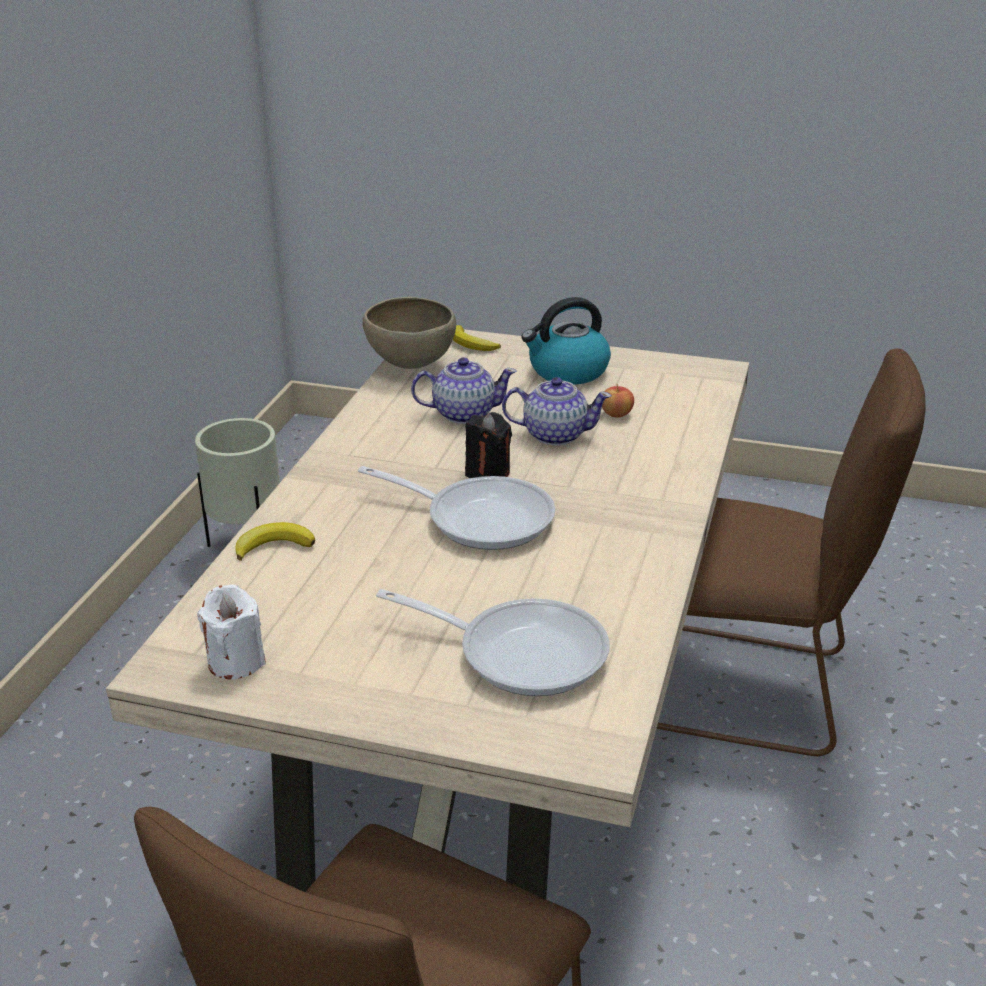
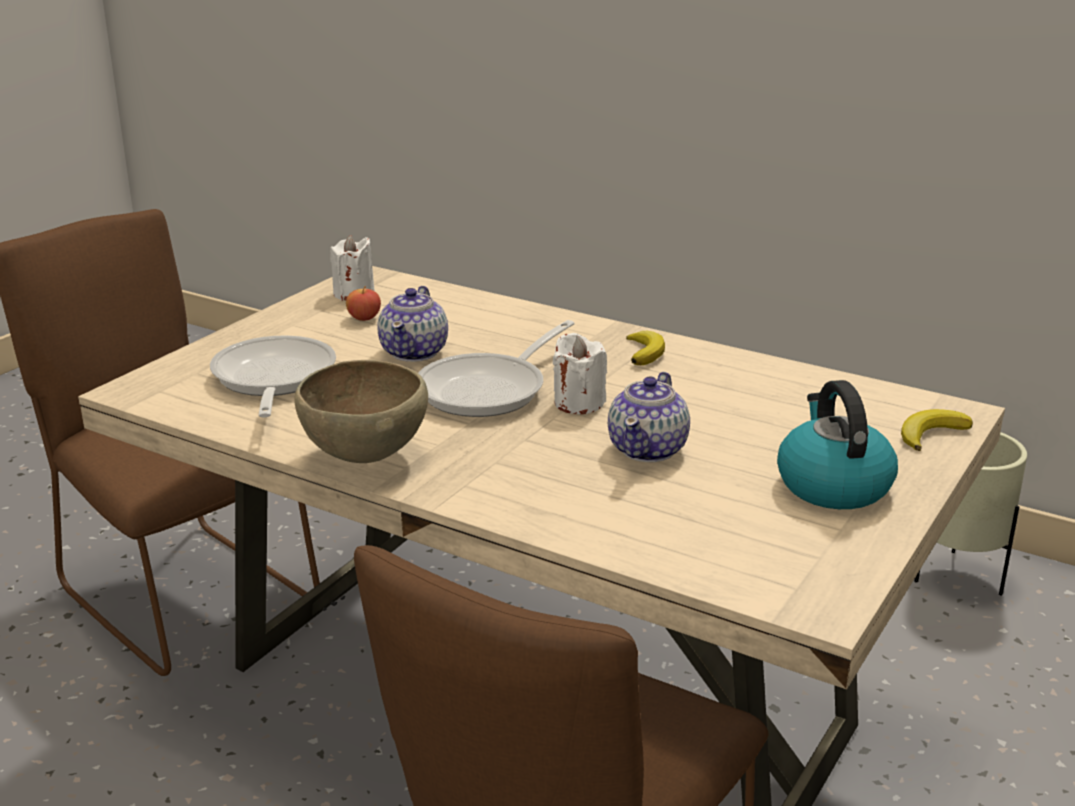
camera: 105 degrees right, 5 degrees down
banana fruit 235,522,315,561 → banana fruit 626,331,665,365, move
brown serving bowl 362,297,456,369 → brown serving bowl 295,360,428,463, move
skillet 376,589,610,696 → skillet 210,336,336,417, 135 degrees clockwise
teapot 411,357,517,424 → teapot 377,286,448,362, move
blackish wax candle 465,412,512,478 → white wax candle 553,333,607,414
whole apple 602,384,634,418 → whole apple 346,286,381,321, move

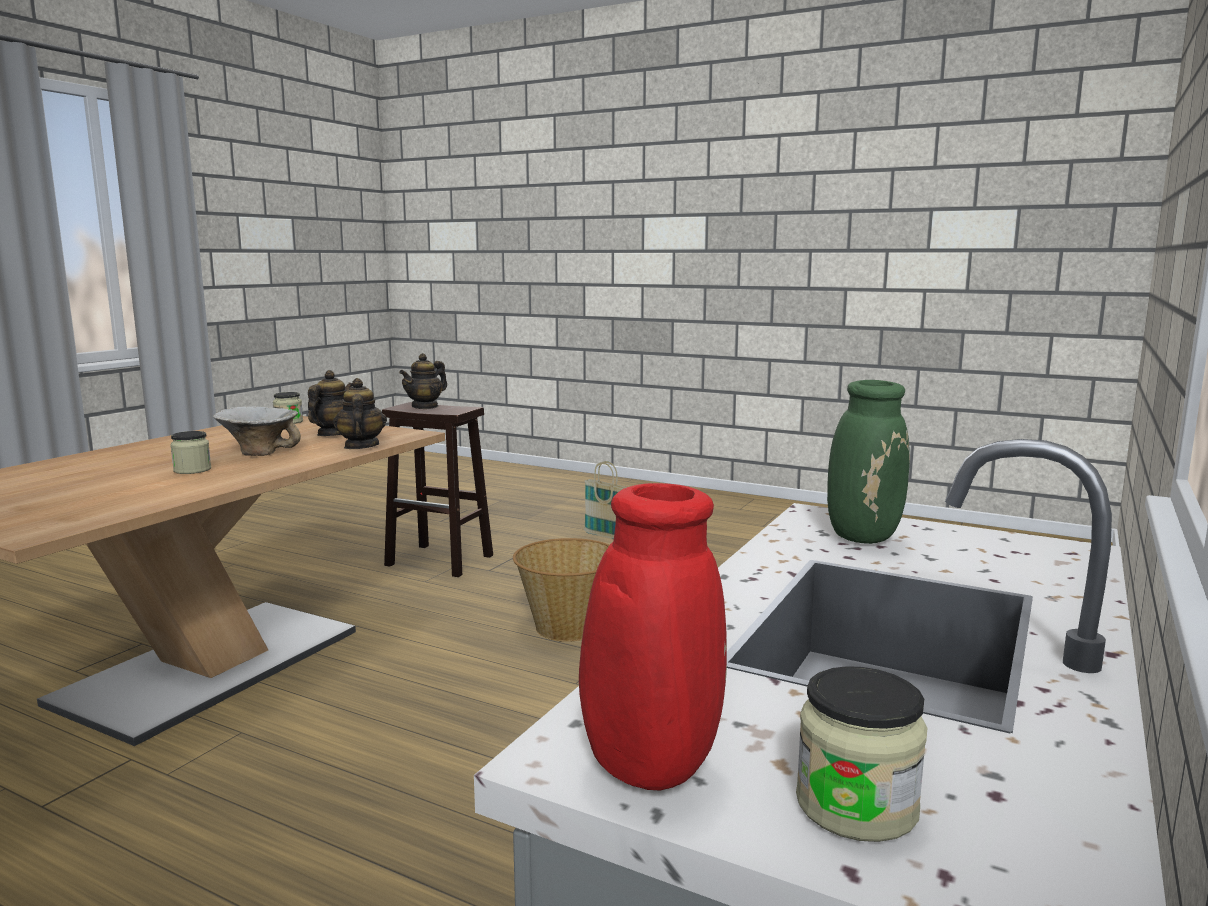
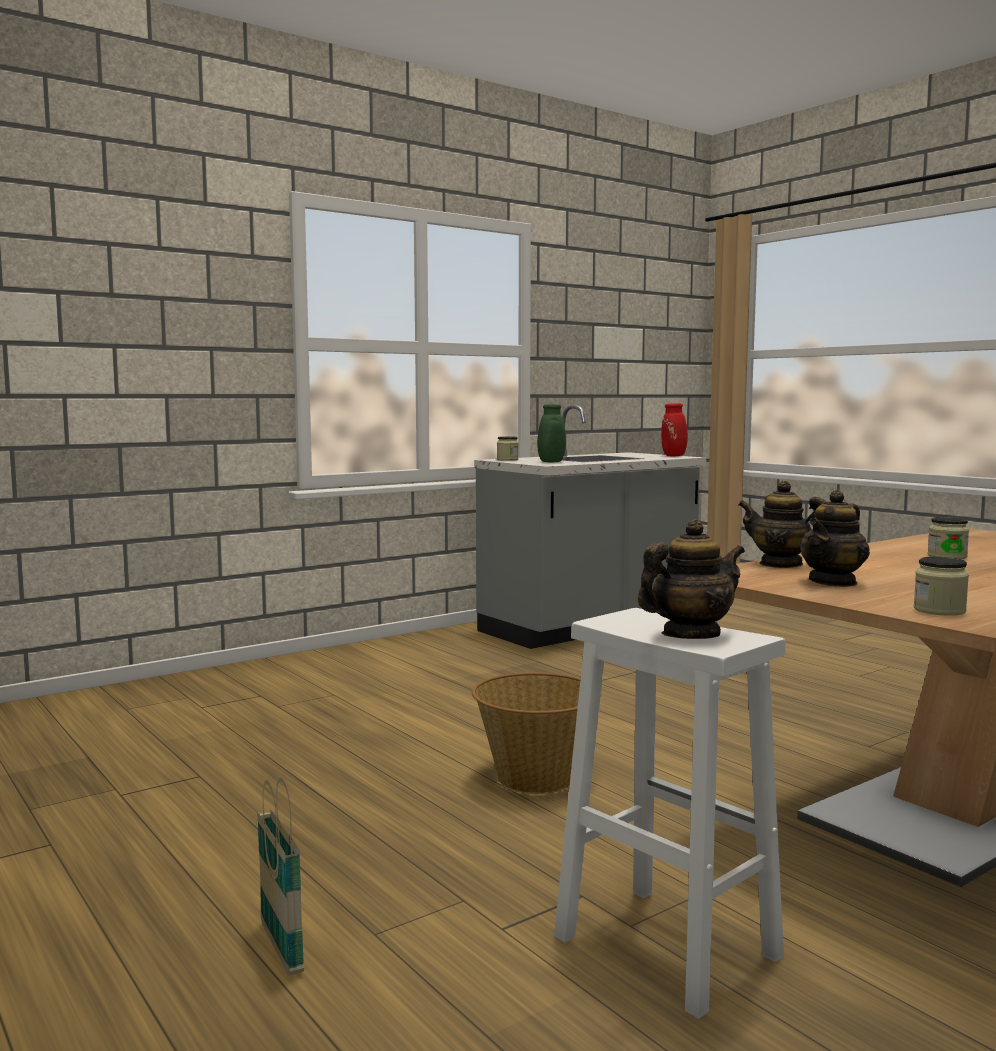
camera: 155 degrees left, 5 degrees down
serving bowl 213,406,301,456 → -
teapot 333,378,387,449 → teapot 738,481,826,568, 105 degrees clockwise
brown stool 382,402,493,577 → white stool 554,608,786,1019
preserve jar 796,666,927,842 → preserve jar 497,436,519,461, move

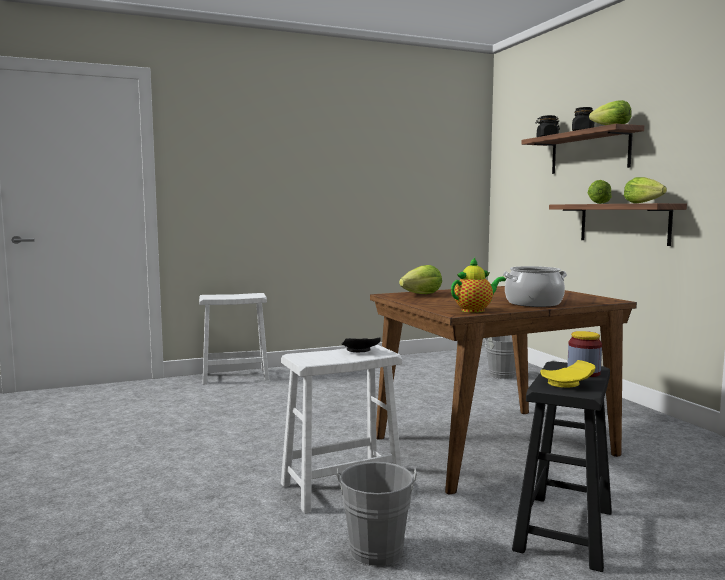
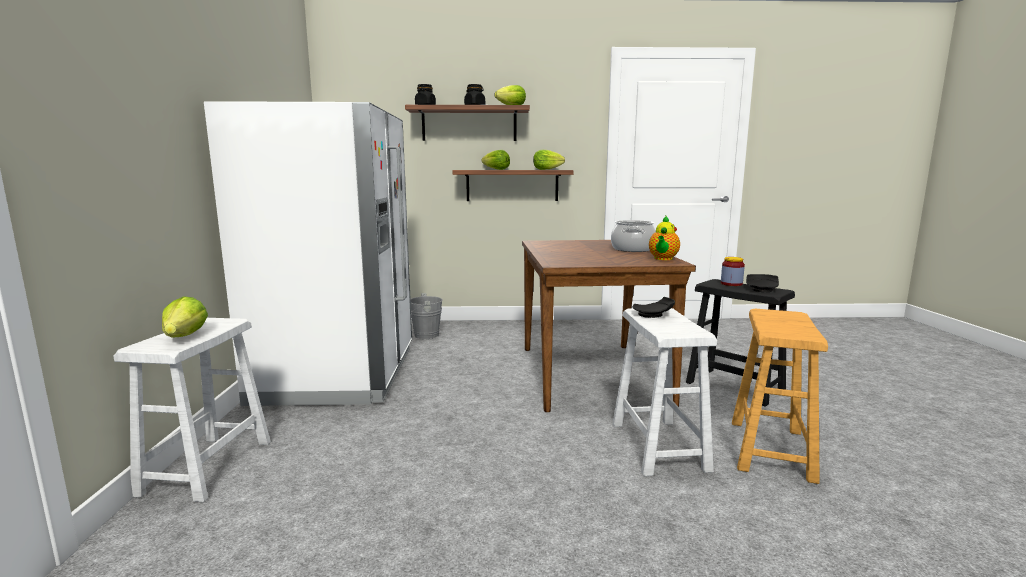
camera: 70 degrees left, 5 degrees up
gray water bucket 336,462,417,567 → brown stool 732,309,828,484
lettuce head 399,265,442,294 → lettuce head 162,296,208,338, move
teapot 451,258,506,313 → teapot 649,216,680,260, 150 degrees counterclockwise
yellow flat dish 540,360,595,388 → blackish flat dish 746,274,779,292
- → white refrigerator 204,101,412,406

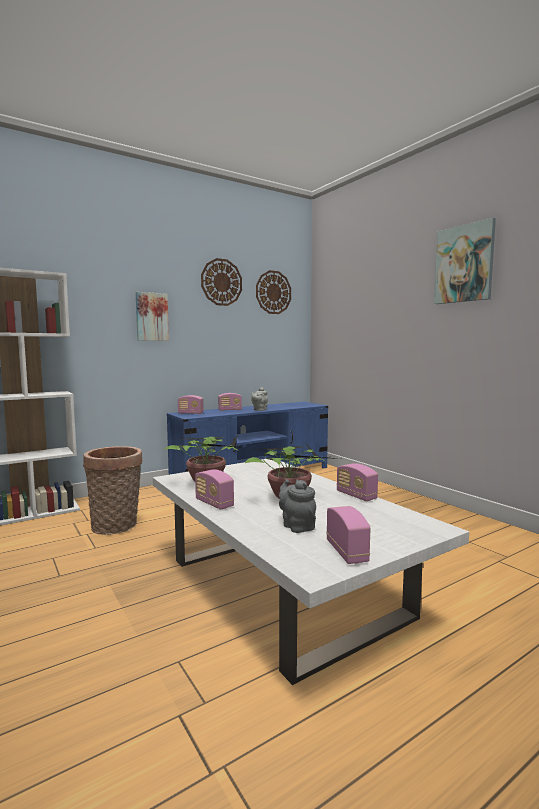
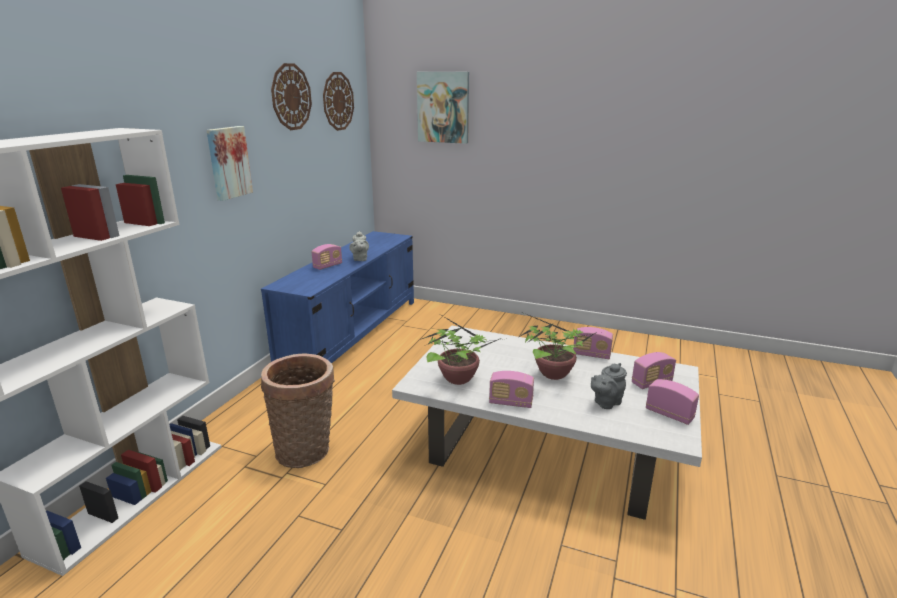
camera: 35 degrees left, 15 degrees up
radio receiver 178,395,204,414 → radio receiver 632,352,676,389, move
gray teapot 279,479,316,533 → gray teapot 591,363,627,409, 60 degrees counterclockwise
wall picture 434,218,496,304 → wall picture 417,72,469,144, move

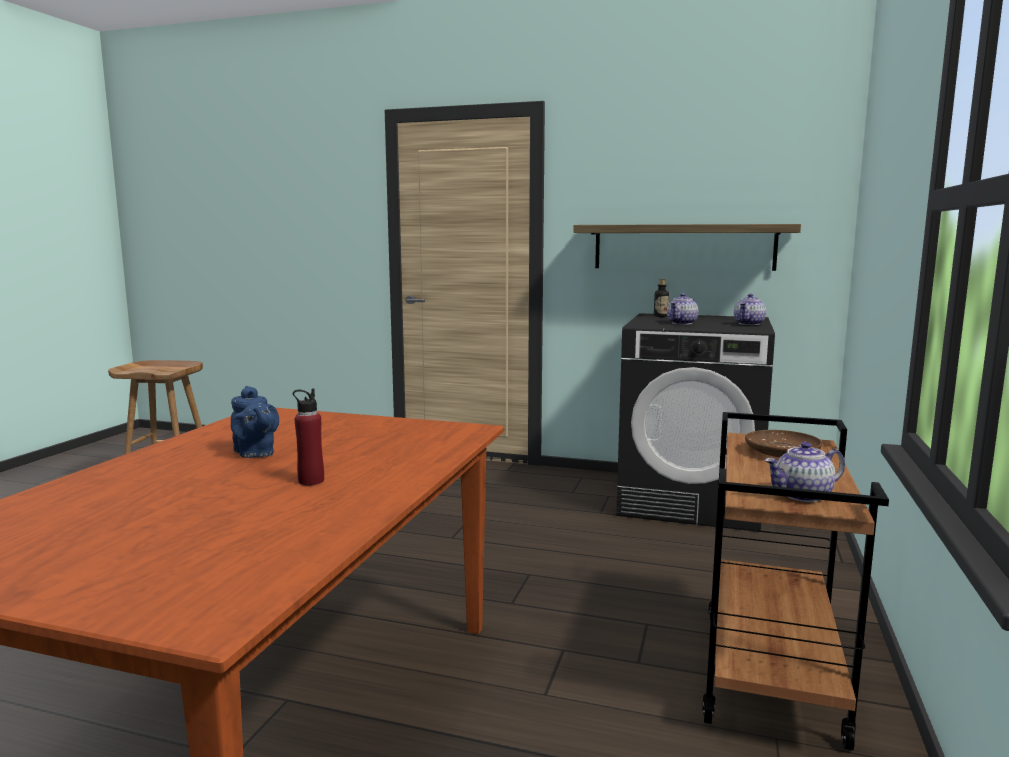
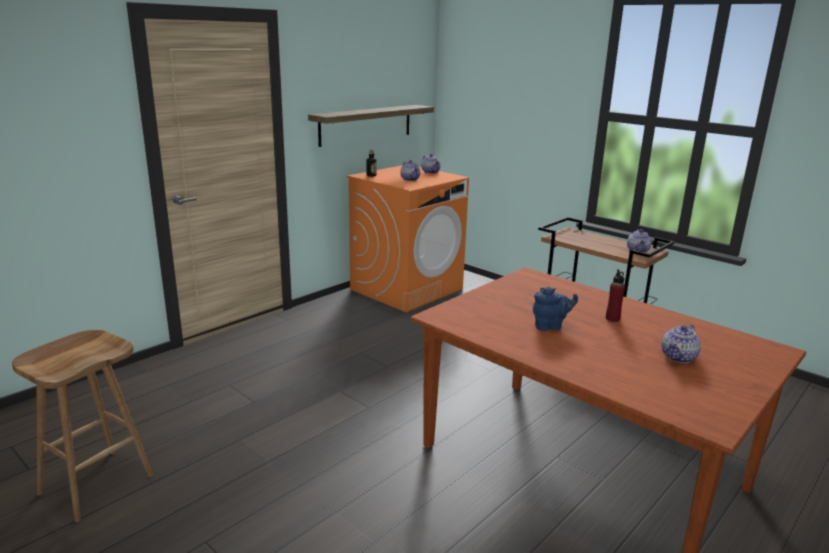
camera: 65 degrees left, 10 degrees up
blackish laundry machine 616,313,775,532 → orange-coloured laundry machine 347,165,469,312
brown flat dish 745,430,822,457 → -
- → teapot 662,324,701,363

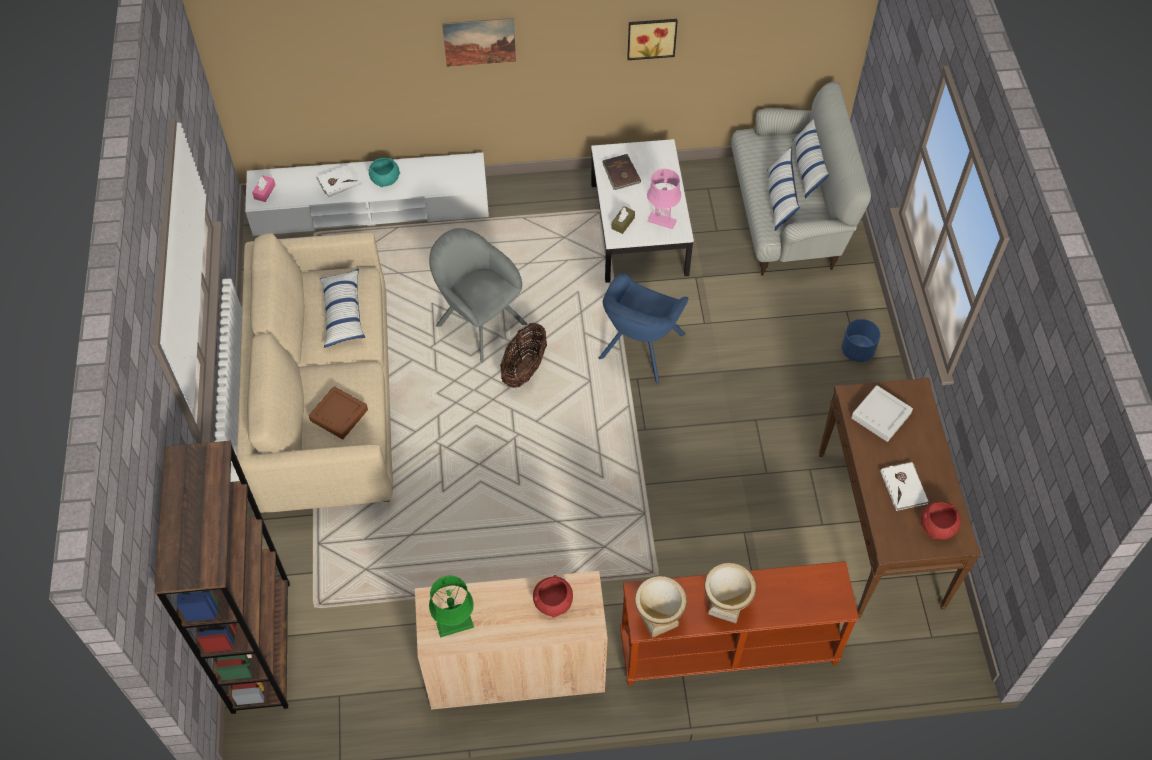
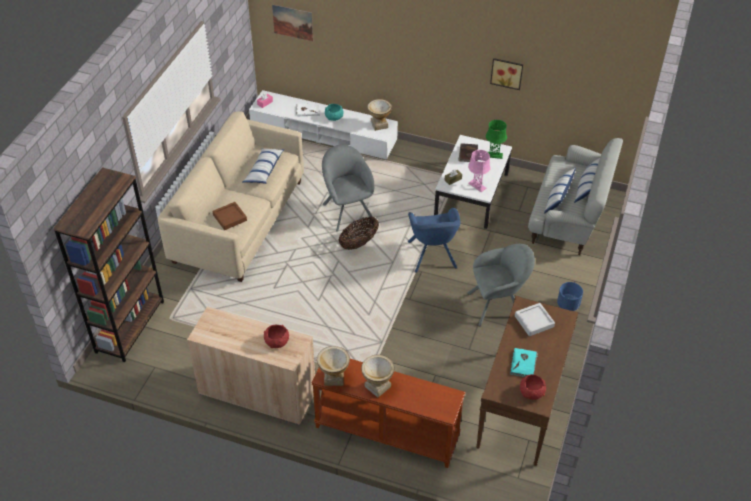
camera: 25 degrees right, 10 degrees down
green-coloured table lamp 429,575,474,638 → green-coloured table lamp 486,120,507,159, move
wall picture 442,18,516,67 → wall picture 272,4,313,42, move
bluish armchair 599,273,688,383 → bluish armchair 408,208,461,273, 60 degrees counterclockwise
white volume 880,462,929,511 → turquoise volume 511,348,538,377
- → decorative vase 367,99,392,131
- → gray armchair 467,244,535,326

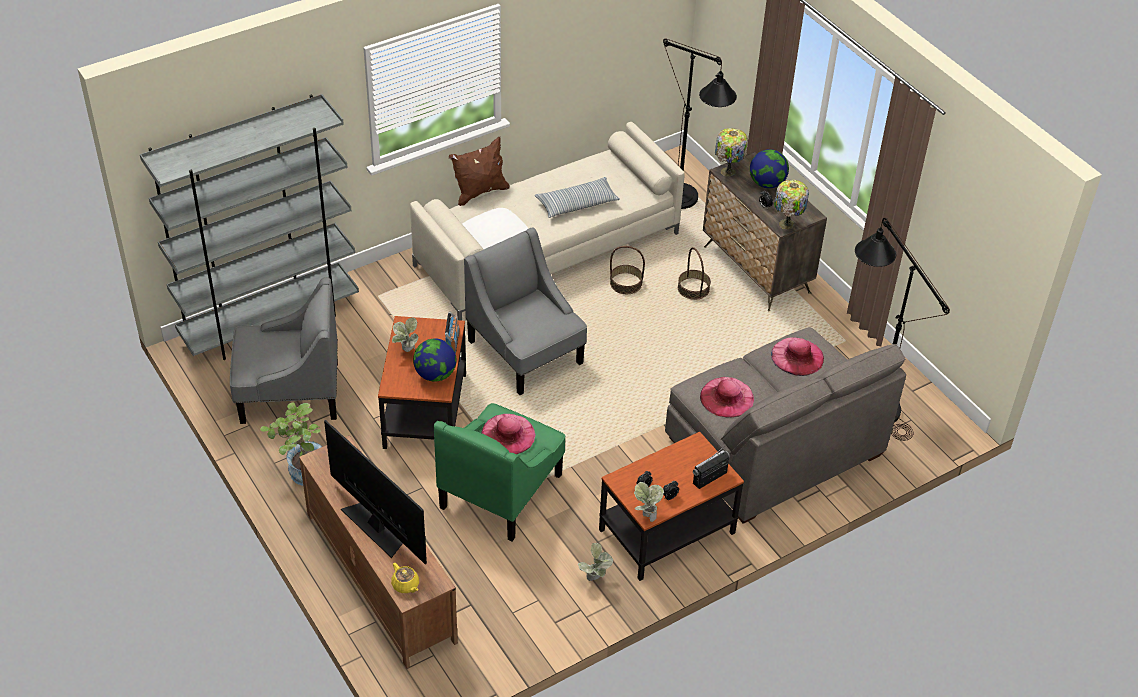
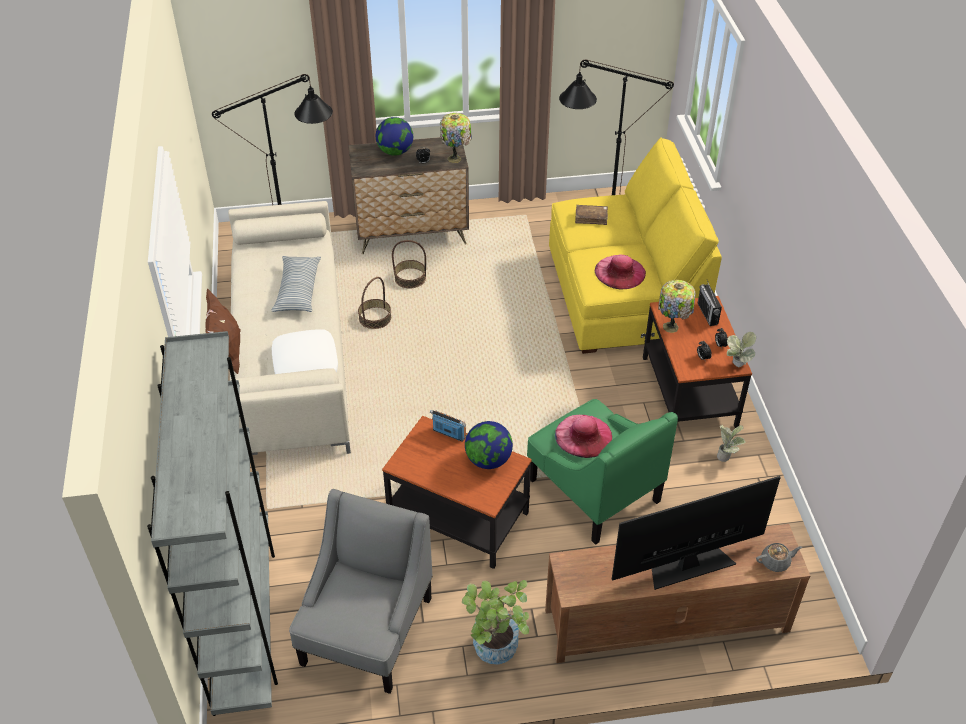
camera: 65 degrees left, 0 degrees up
yellow teapot 391,563,419,593 → gray teapot 756,543,802,572
houseplant 392,318,418,352 → -
gray armchair 464,227,587,395 → -
gray settee 665,327,906,524 → yellow settee 549,137,722,354
table lamp 715,128,748,176 → table lamp 658,280,695,333, move
pinkish hat 771,337,824,376 → brown volume 575,205,608,225

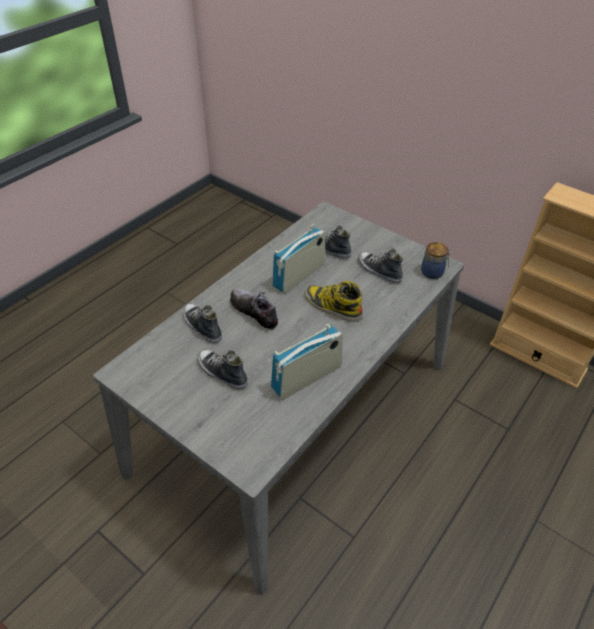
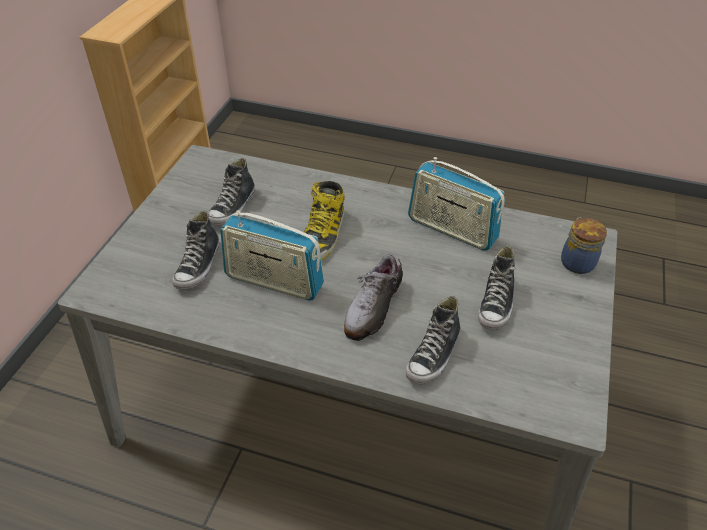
camera: 110 degrees left, 0 degrees up
preserve jar 421,242,451,279 → preserve jar 561,217,607,274, move

